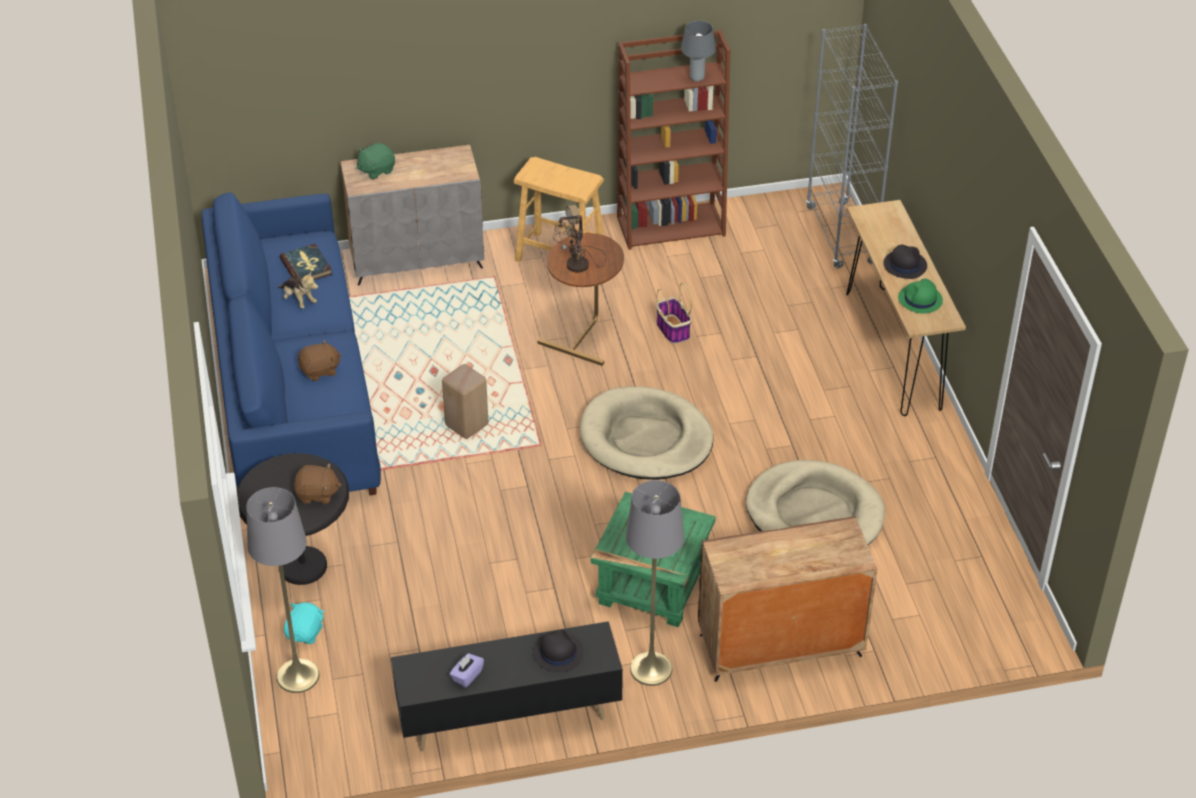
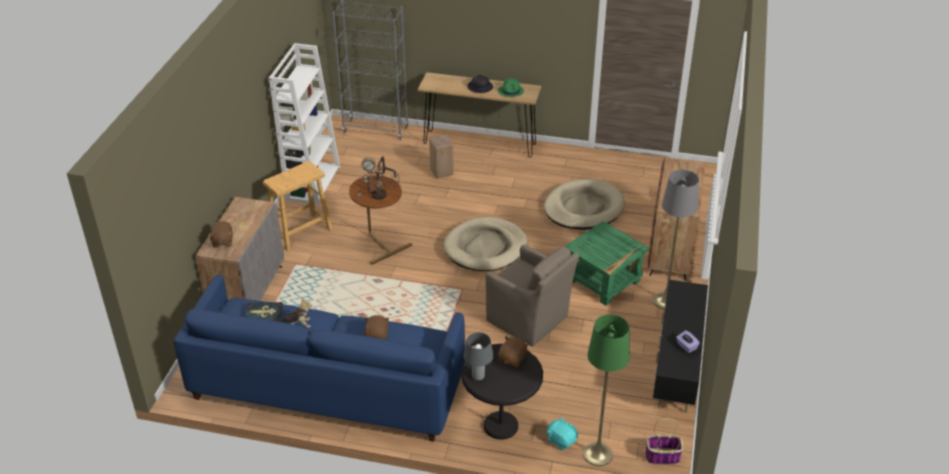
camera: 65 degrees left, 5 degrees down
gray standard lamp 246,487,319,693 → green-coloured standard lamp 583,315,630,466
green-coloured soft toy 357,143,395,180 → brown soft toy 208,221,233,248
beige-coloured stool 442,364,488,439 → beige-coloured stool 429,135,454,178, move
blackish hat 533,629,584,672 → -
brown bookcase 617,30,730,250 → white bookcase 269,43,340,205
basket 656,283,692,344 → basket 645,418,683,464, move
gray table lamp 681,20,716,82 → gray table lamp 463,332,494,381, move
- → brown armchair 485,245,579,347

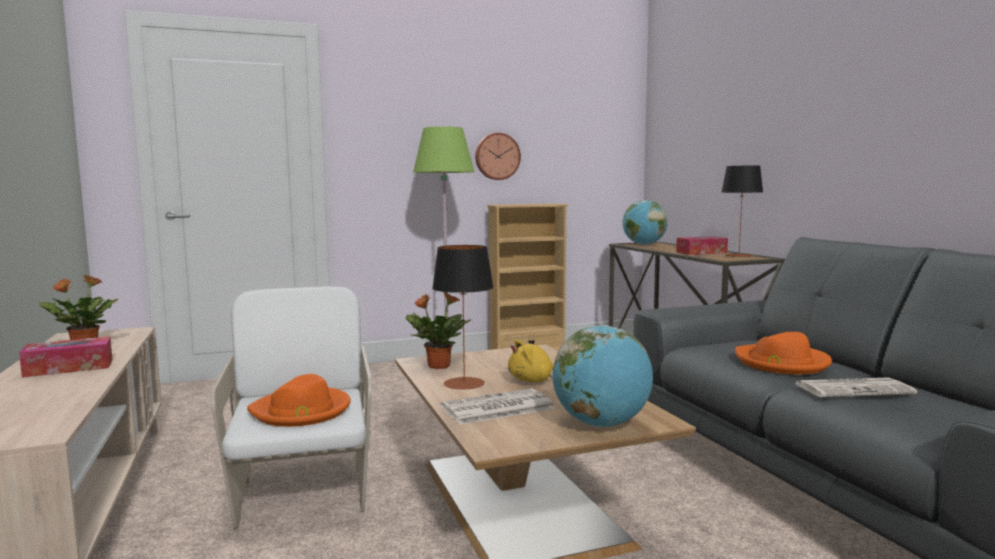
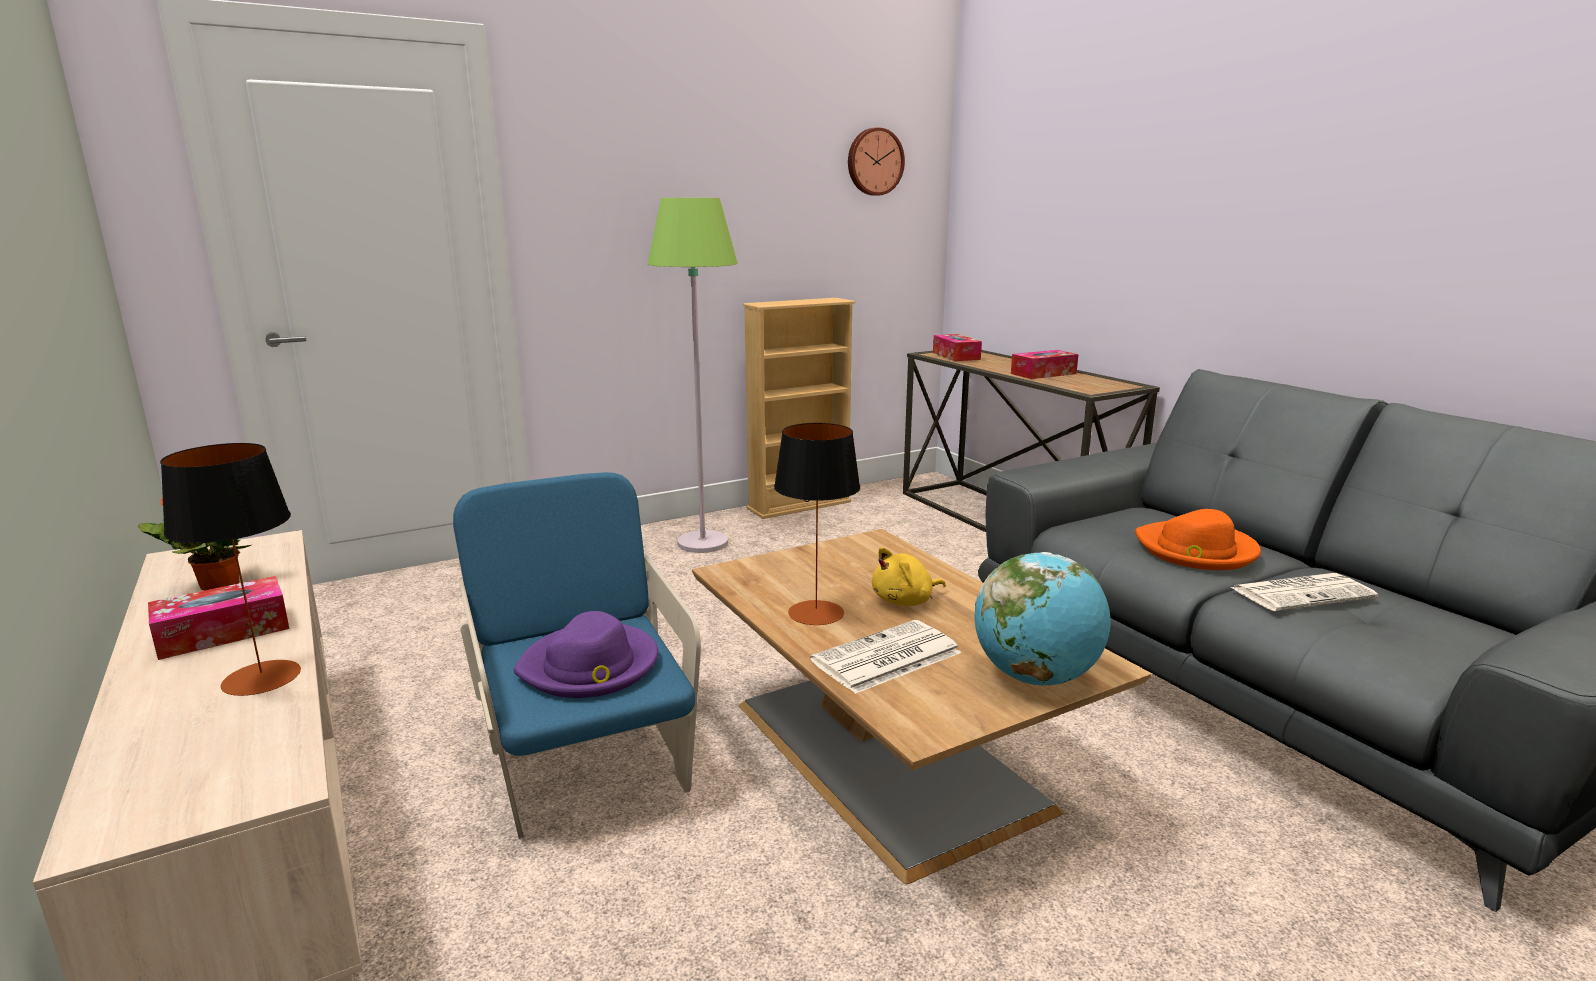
camera: 10 degrees left, 10 degrees up
white armchair 211,287,372,529 → bluish armchair 453,472,701,839
orange-coloured hat 247,374,351,427 → purplish hat 514,611,658,698
houseplant 406,292,471,369 → -
clock on the wall 475,133,521,180 → clock on the wall 848,127,905,196, move
desk globe 622,200,668,245 → tissue box 933,334,982,361
table lamp 721,165,763,257 → table lamp 160,443,301,696, move

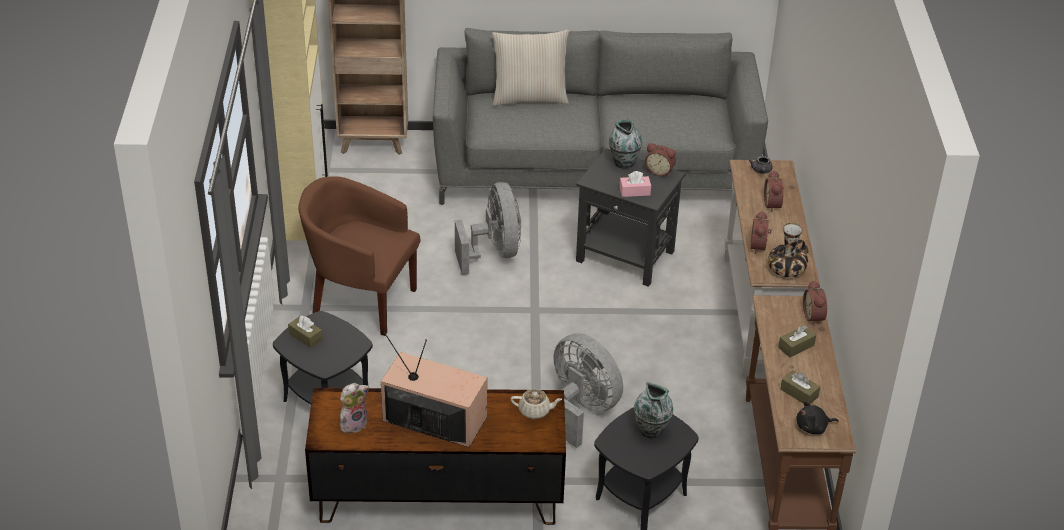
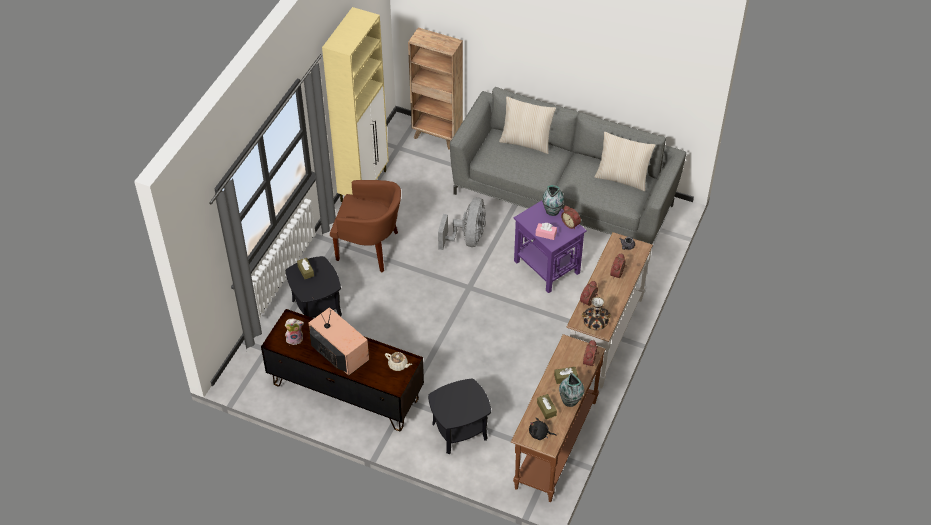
camera: 25 degrees right, 10 degrees up
brown armchair 298,176,421,336 → brown armchair 330,180,401,272, 150 degrees clockwise
gray electric fan 554,333,623,448 → -
blackish side table 576,148,686,287 → purplish side table 513,201,587,293
decorative vase 634,382,673,438 → decorative vase 559,372,584,407, move
- → beige-coloured throw pillow 595,132,655,191

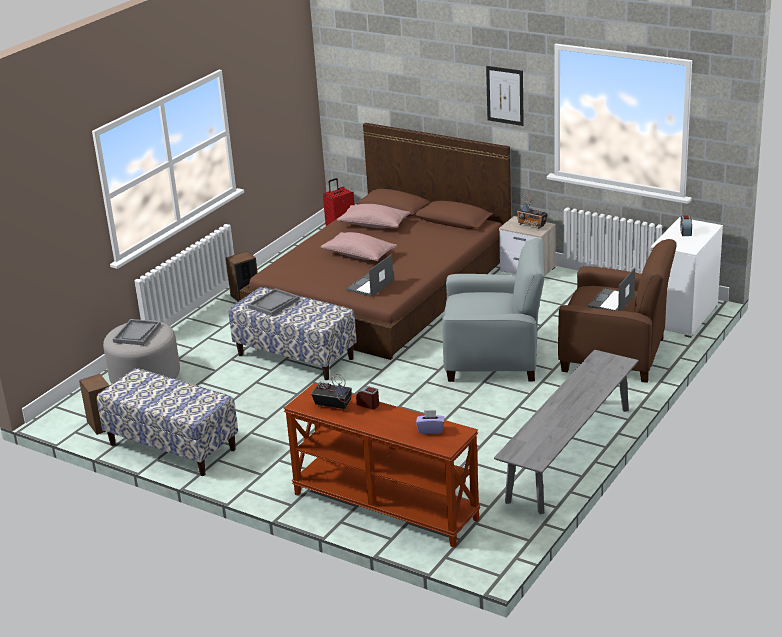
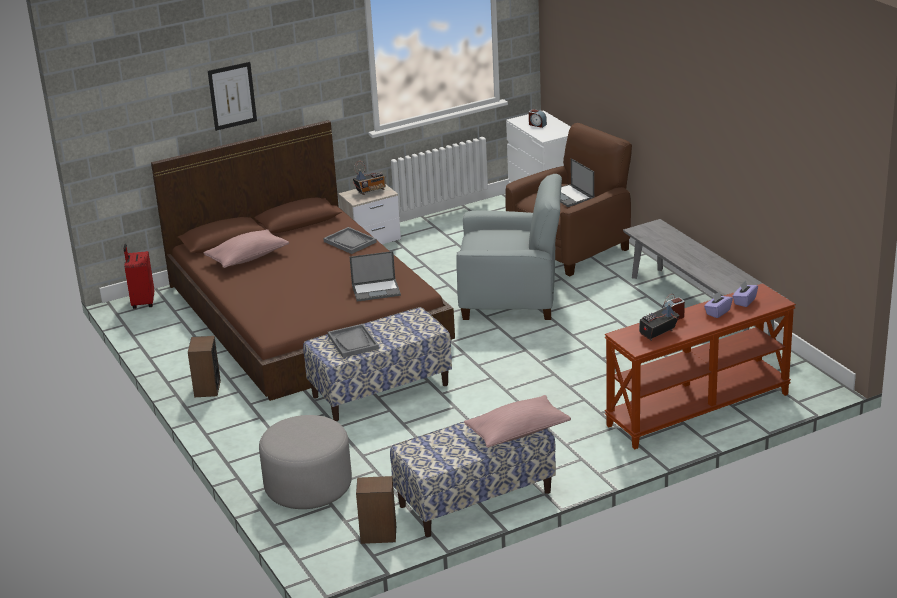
camera: 60 degrees left, 0 degrees up
gray carrying tray 113,319,161,345 → gray carrying tray 323,227,377,254, move
pinkish throw pillow 320,232,397,261 → pinkish throw pillow 464,395,571,448, move
notebook computer 346,254,394,297 → notebook computer 350,251,401,302, 75 degrees counterclockwise
gray armchair 442,238,545,382 → gray armchair 456,174,562,320, 60 degrees clockwise
wall picture 486,66,524,126 → wall picture 208,62,257,131, move
- → purplish tissue box 704,291,733,318

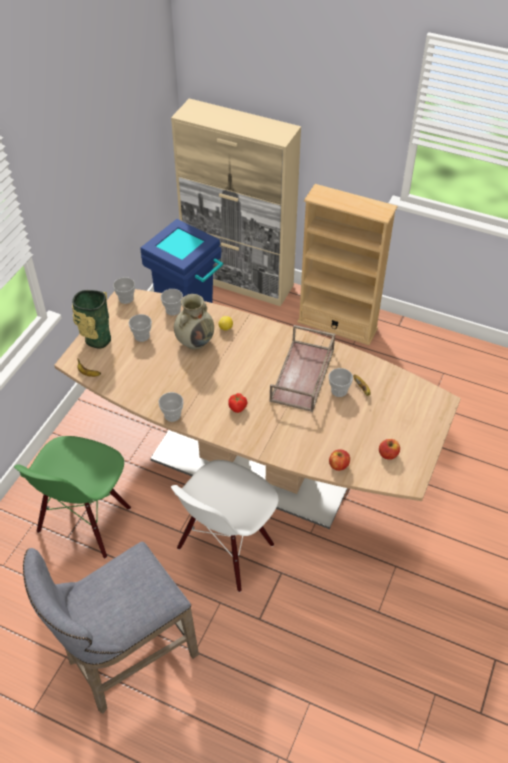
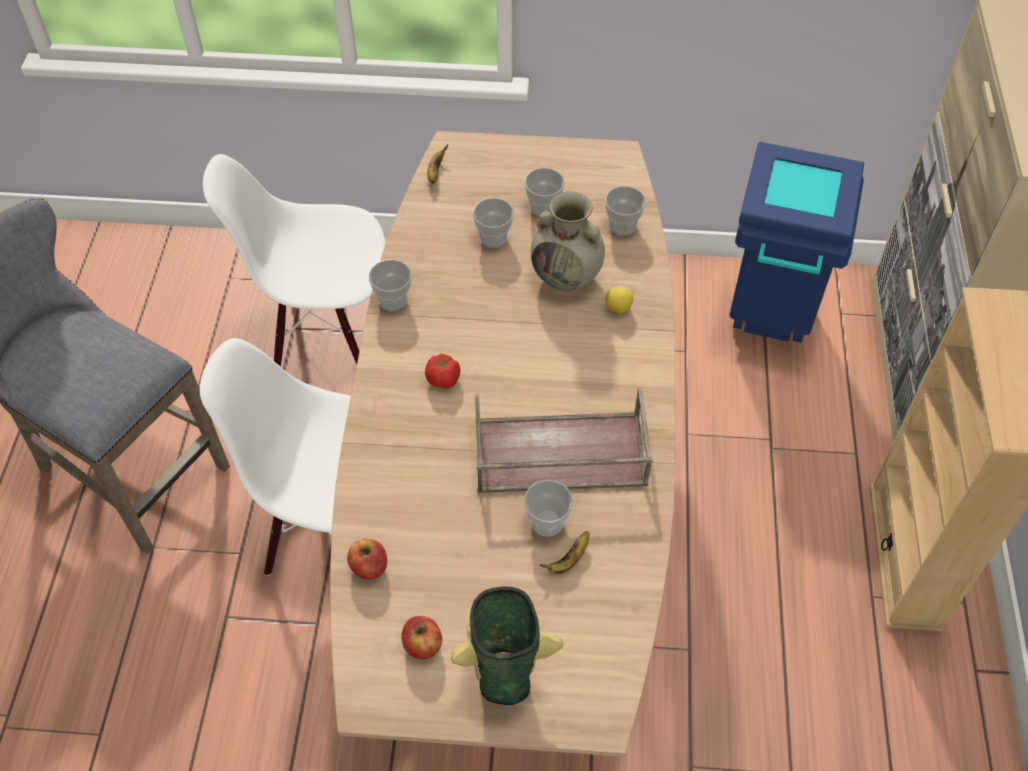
camera: 70 degrees right, 5 degrees up
green-coloured plain chair 14,436,131,559 → white plain chair 203,154,385,367
decorative vase 72,290,111,349 → decorative vase 451,586,564,705, move
small cup 113,277,135,304 → small cup 473,198,514,248, move

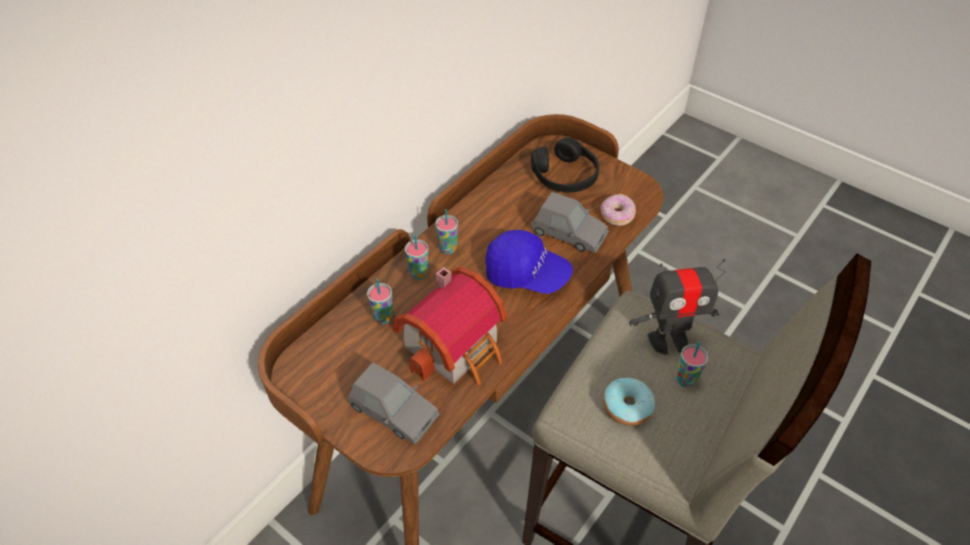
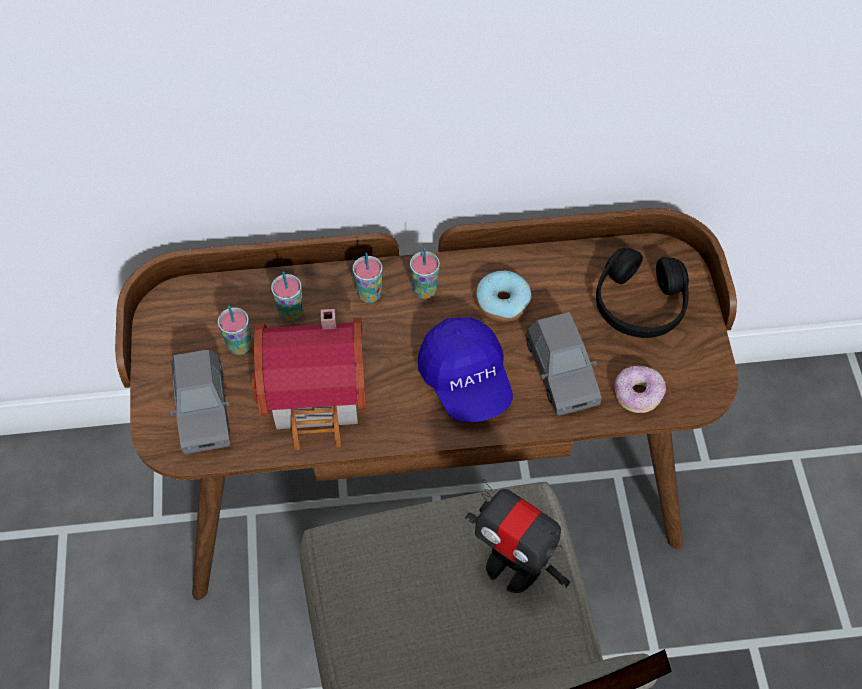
camera: 45 degrees right, 10 degrees up
doughnut 603,378,655,426 → doughnut 476,271,531,322, move
small cup 676,342,708,387 → small cup 218,306,252,355, move

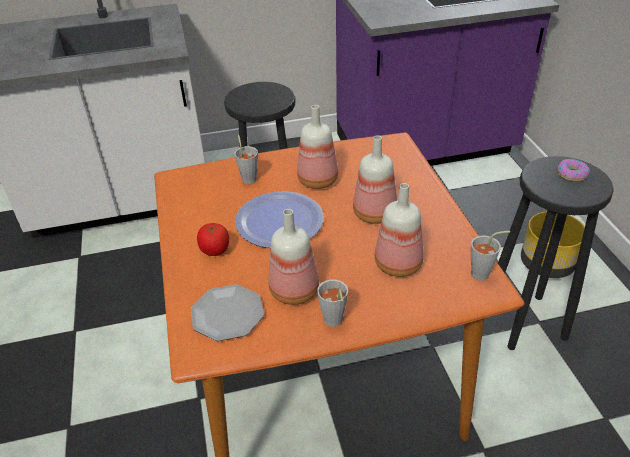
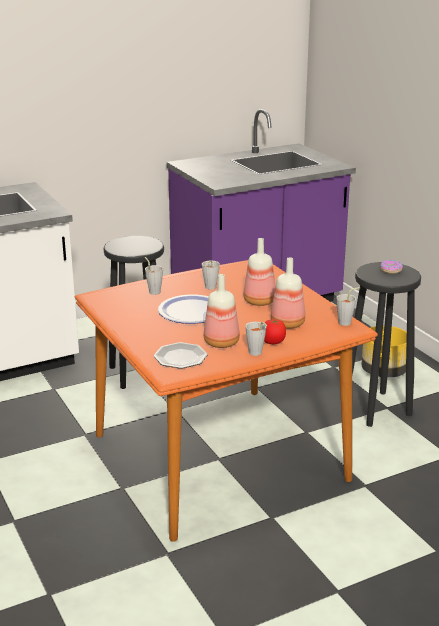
camera: 15 degrees left, 15 degrees down
whole tomato 197,223,229,256 → whole tomato 264,319,286,344, move
bottle 297,105,338,189 → gray small cup 202,260,220,290

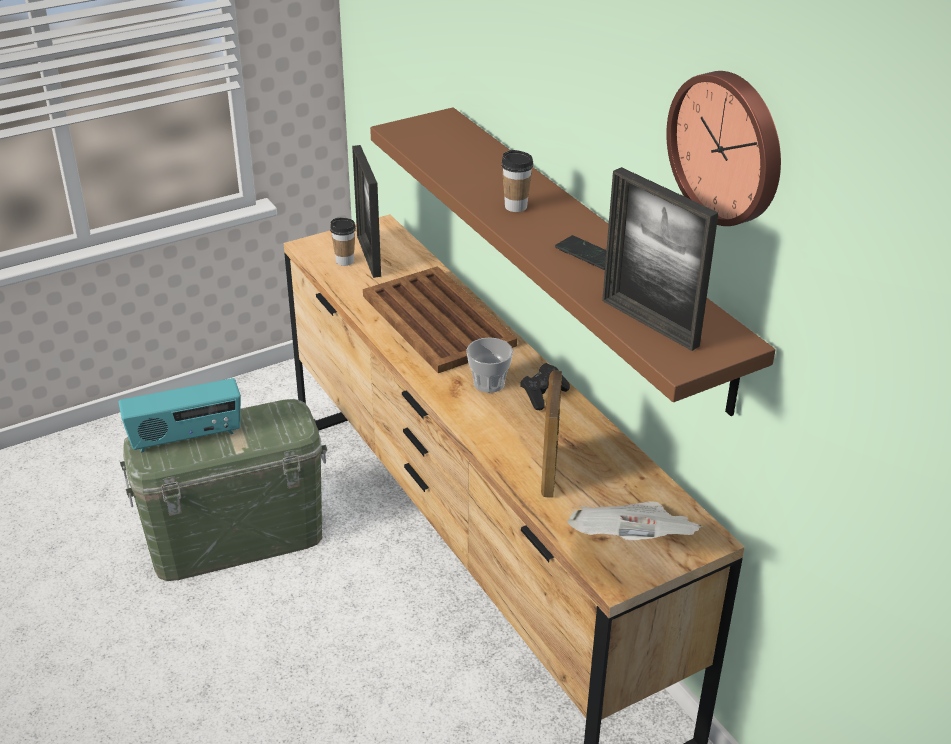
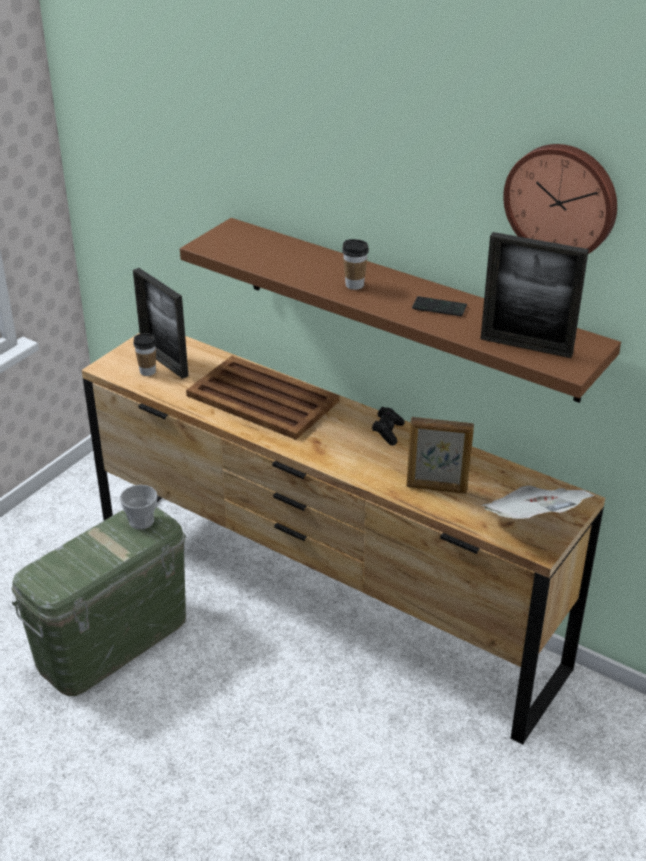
camera: 25 degrees left, 0 degrees up
radio receiver 119,378,241,452 → -
small cup 466,337,513,393 → small cup 120,485,157,529, move
picture frame 541,370,562,498 → picture frame 406,417,474,494, 60 degrees counterclockwise

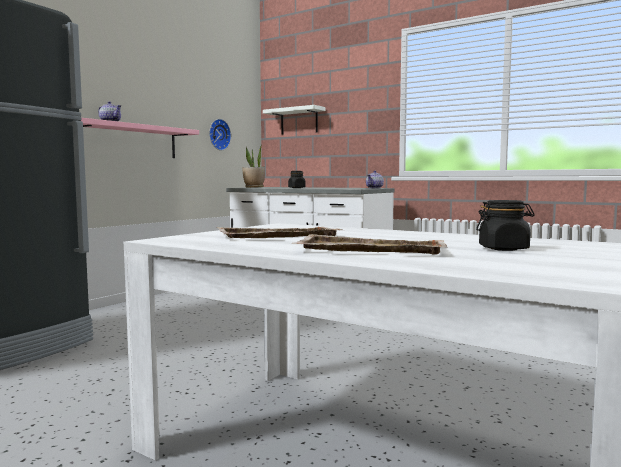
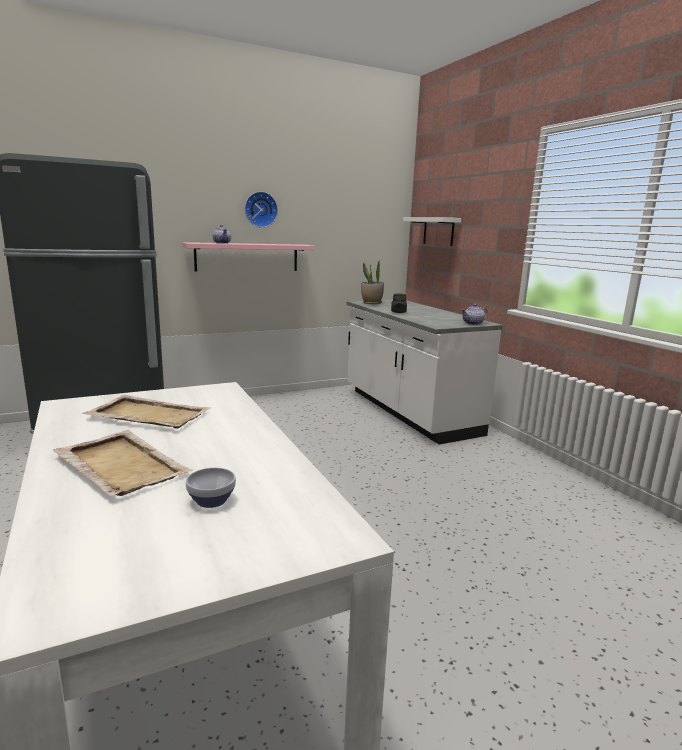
camera: 30 degrees right, 10 degrees up
clock on the wall 209,119,231,150 → clock on the wall 245,191,278,228, move
blackish preserve jar 476,200,535,251 → serving bowl 186,467,236,508

